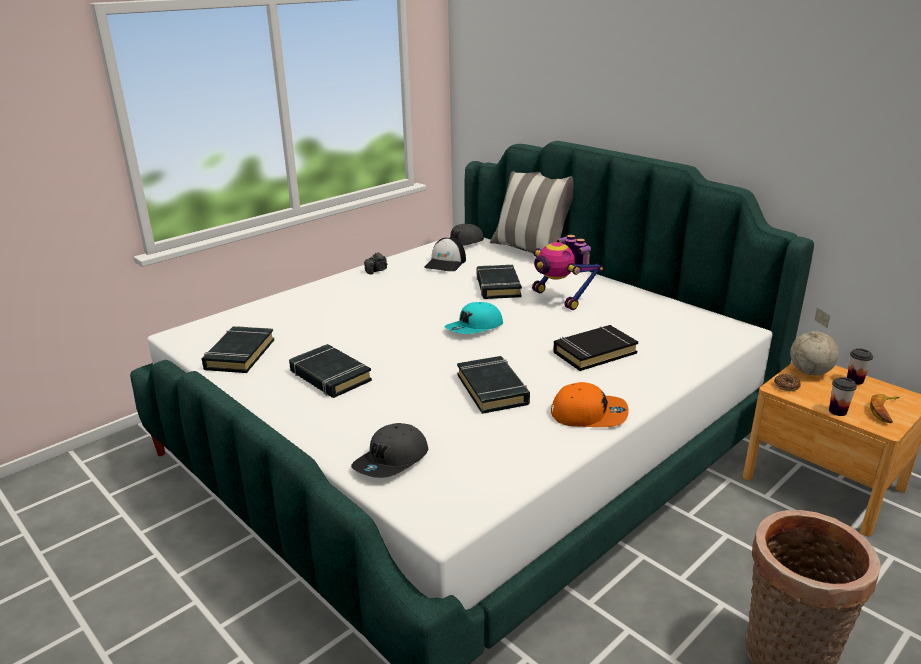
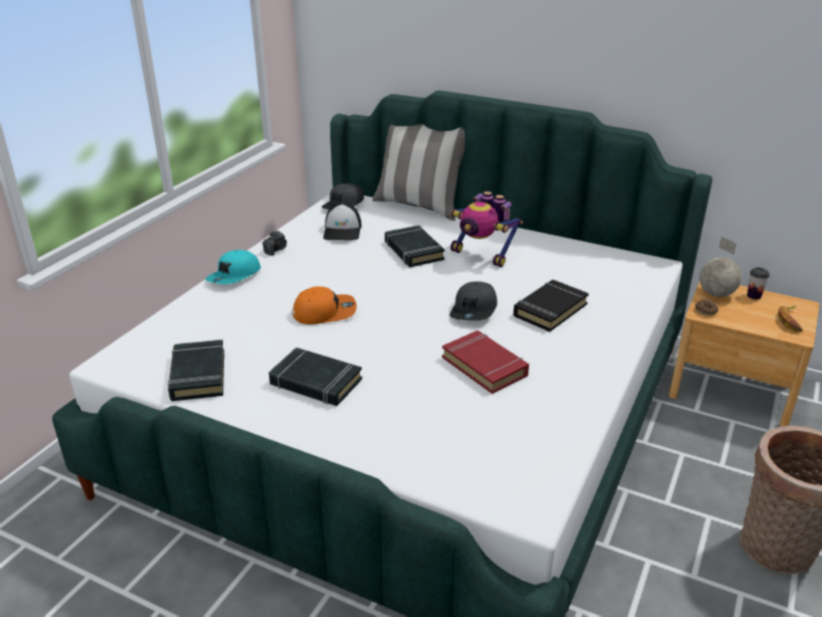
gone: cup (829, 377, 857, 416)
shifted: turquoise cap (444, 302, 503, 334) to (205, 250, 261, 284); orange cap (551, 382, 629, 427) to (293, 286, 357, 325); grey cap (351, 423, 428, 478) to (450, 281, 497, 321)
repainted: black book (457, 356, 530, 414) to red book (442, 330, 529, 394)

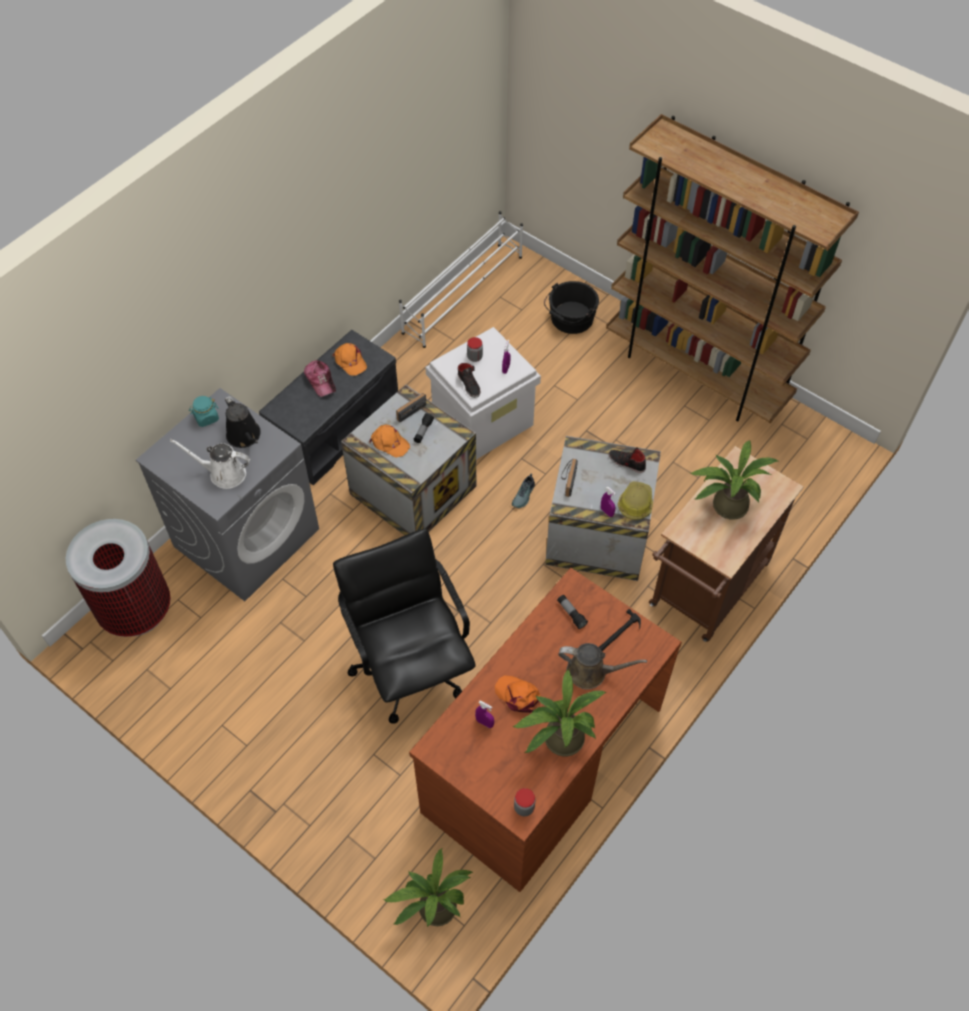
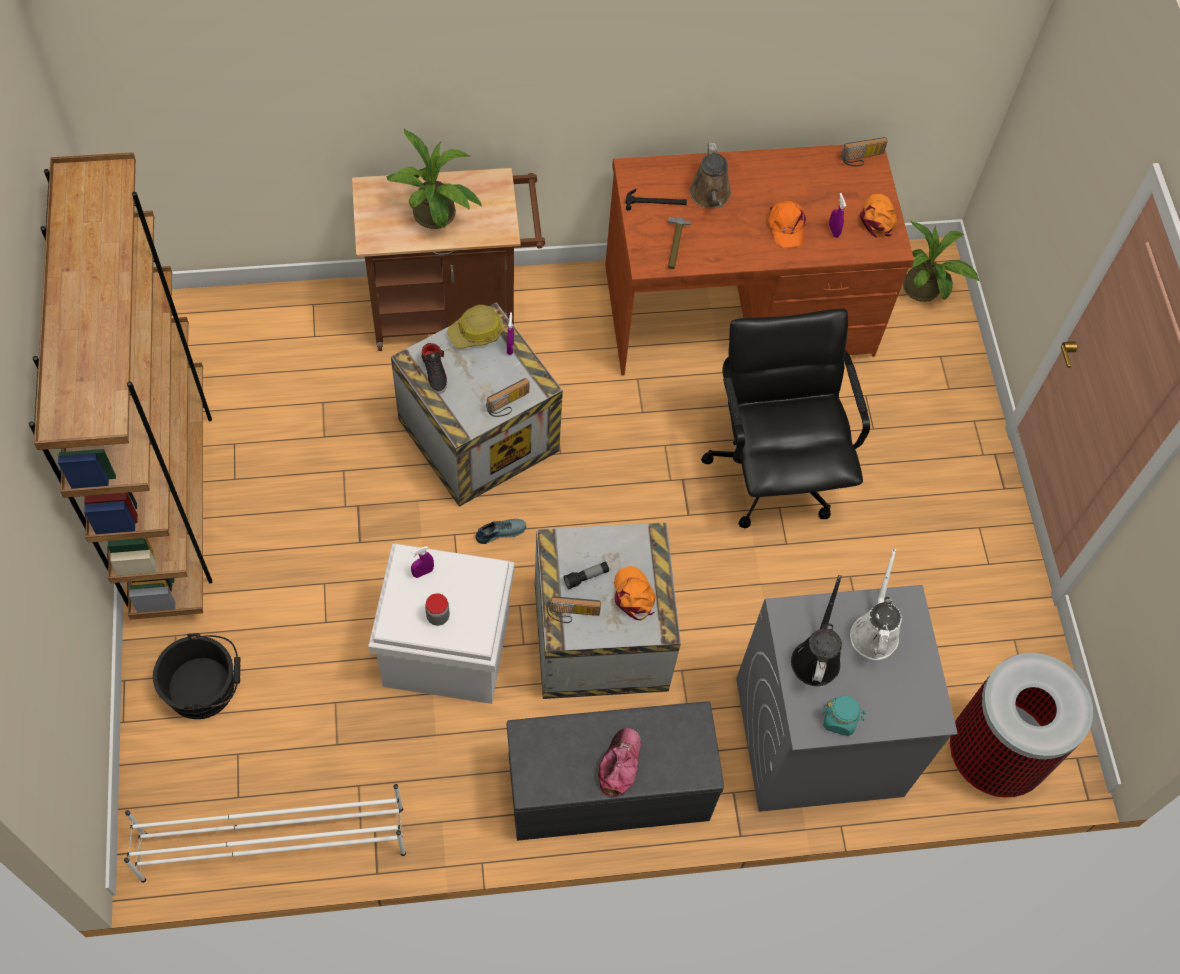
gone: black shoe (458, 363, 480, 398); potted plant (512, 669, 607, 756)
shifted: orange cap (332, 343, 367, 376) to (860, 194, 897, 238)
swapped: flashlight (557, 595, 588, 629) to hammer (668, 217, 692, 269); jar (514, 788, 535, 816) to radio (841, 137, 888, 166)
rotated: white watering can (170, 439, 250, 489) = (850, 549, 902, 660) 135 degrees counterclockwise; black office chair (333, 529, 476, 724) = (701, 308, 870, 528) 150 degrees clockwise; brown watering can (558, 643, 647, 689) = (689, 143, 731, 208) 150 degrees counterclockwise

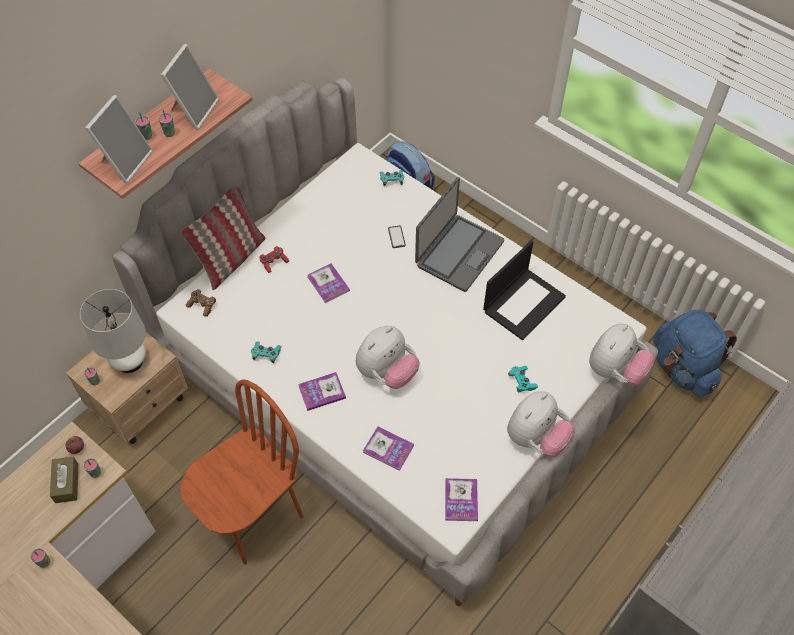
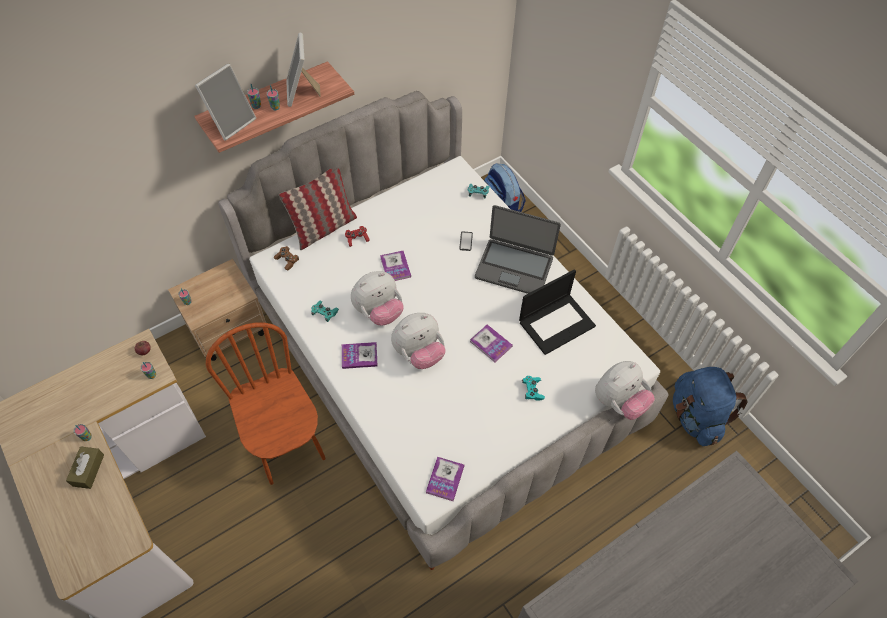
gone: white table lamp (80, 289, 146, 373)
shifted: plush toy (507, 391, 575, 458) to (351, 271, 404, 325); book (363, 426, 414, 471) to (470, 325, 513, 362); brown tissue box (50, 457, 78, 503) to (66, 446, 104, 489)
rotated: picture frame (161, 44, 219, 130) = (286, 33, 321, 107) 135 degrees clockwise; laptop (415, 177, 504, 292) = (475, 205, 561, 294) 60 degrees clockwise; brown chair (180, 380, 303, 565) = (206, 323, 326, 485) 90 degrees counterclockwise

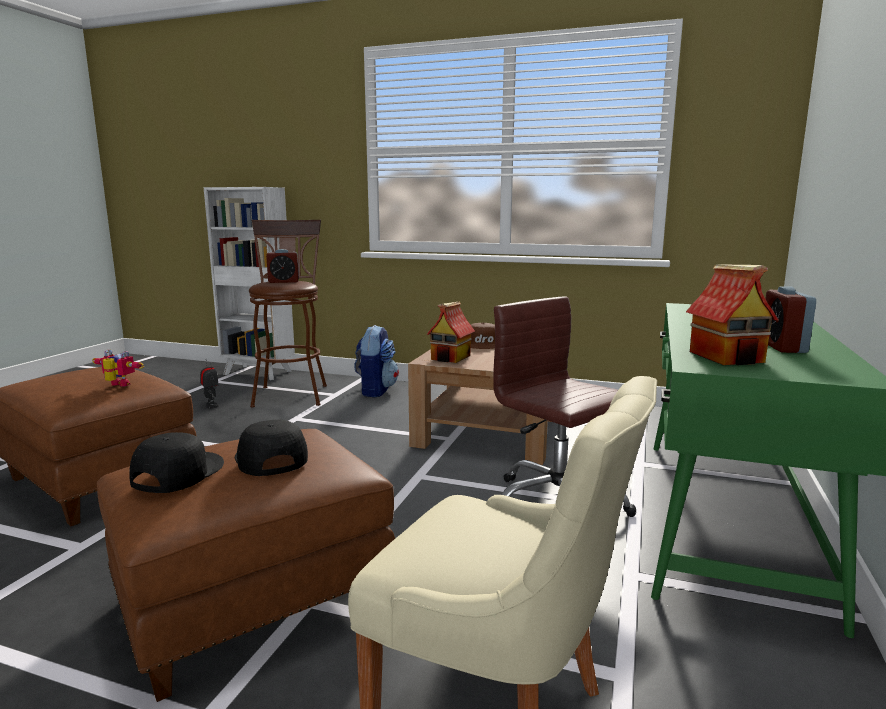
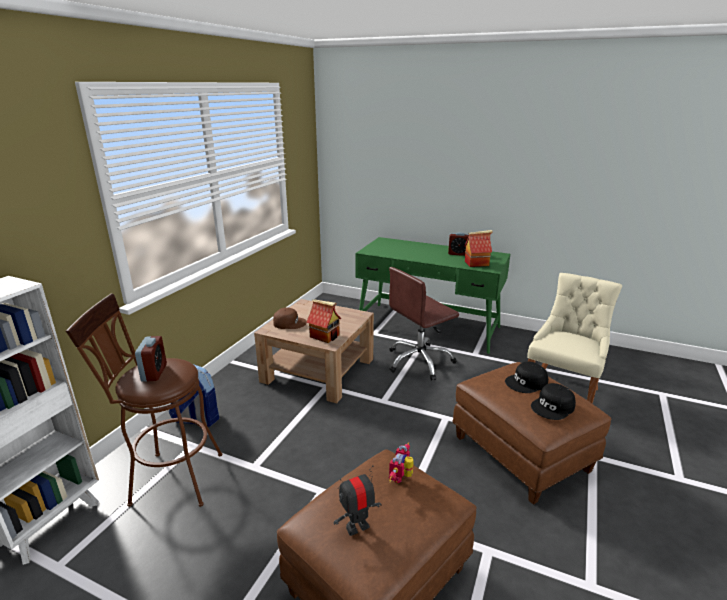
shifted: toy robot (200, 359, 219, 409) to (333, 465, 382, 536)
rotated: black cap (130, 432, 224, 493) = (531, 383, 576, 420) 60 degrees counterclockwise

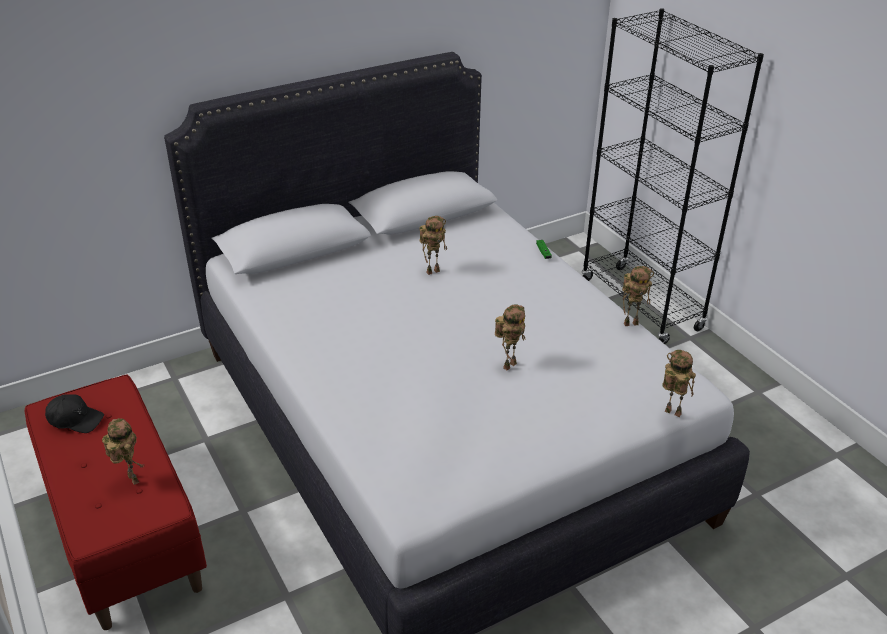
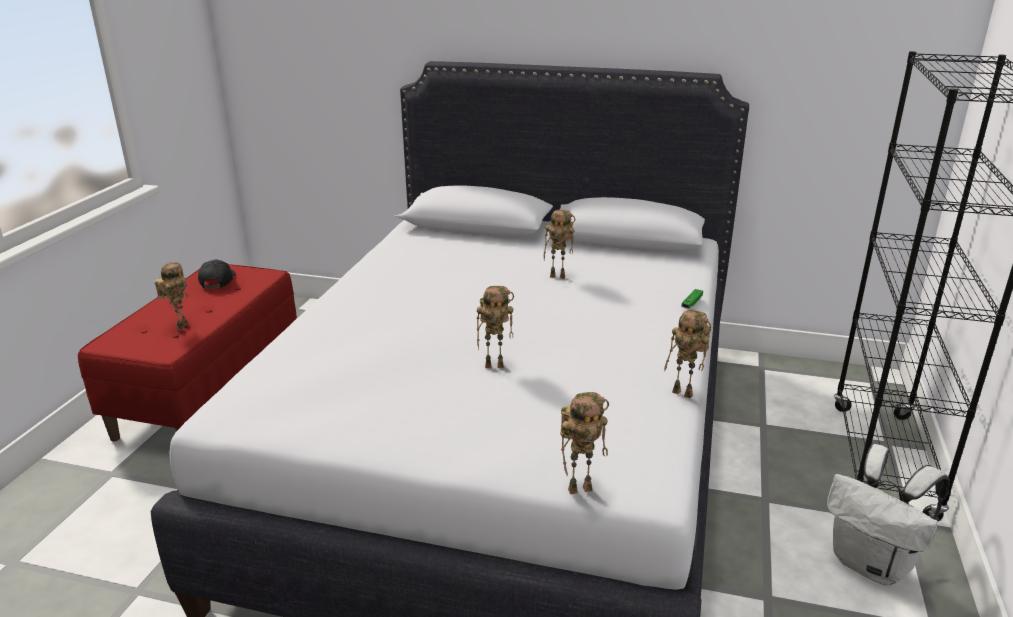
new: white backpack (827, 444, 950, 586)
rotated: toy robot (662, 350, 696, 417) = (560, 392, 609, 494) 90 degrees clockwise; black cap (45, 394, 104, 433) = (198, 259, 236, 289) 150 degrees counterclockwise

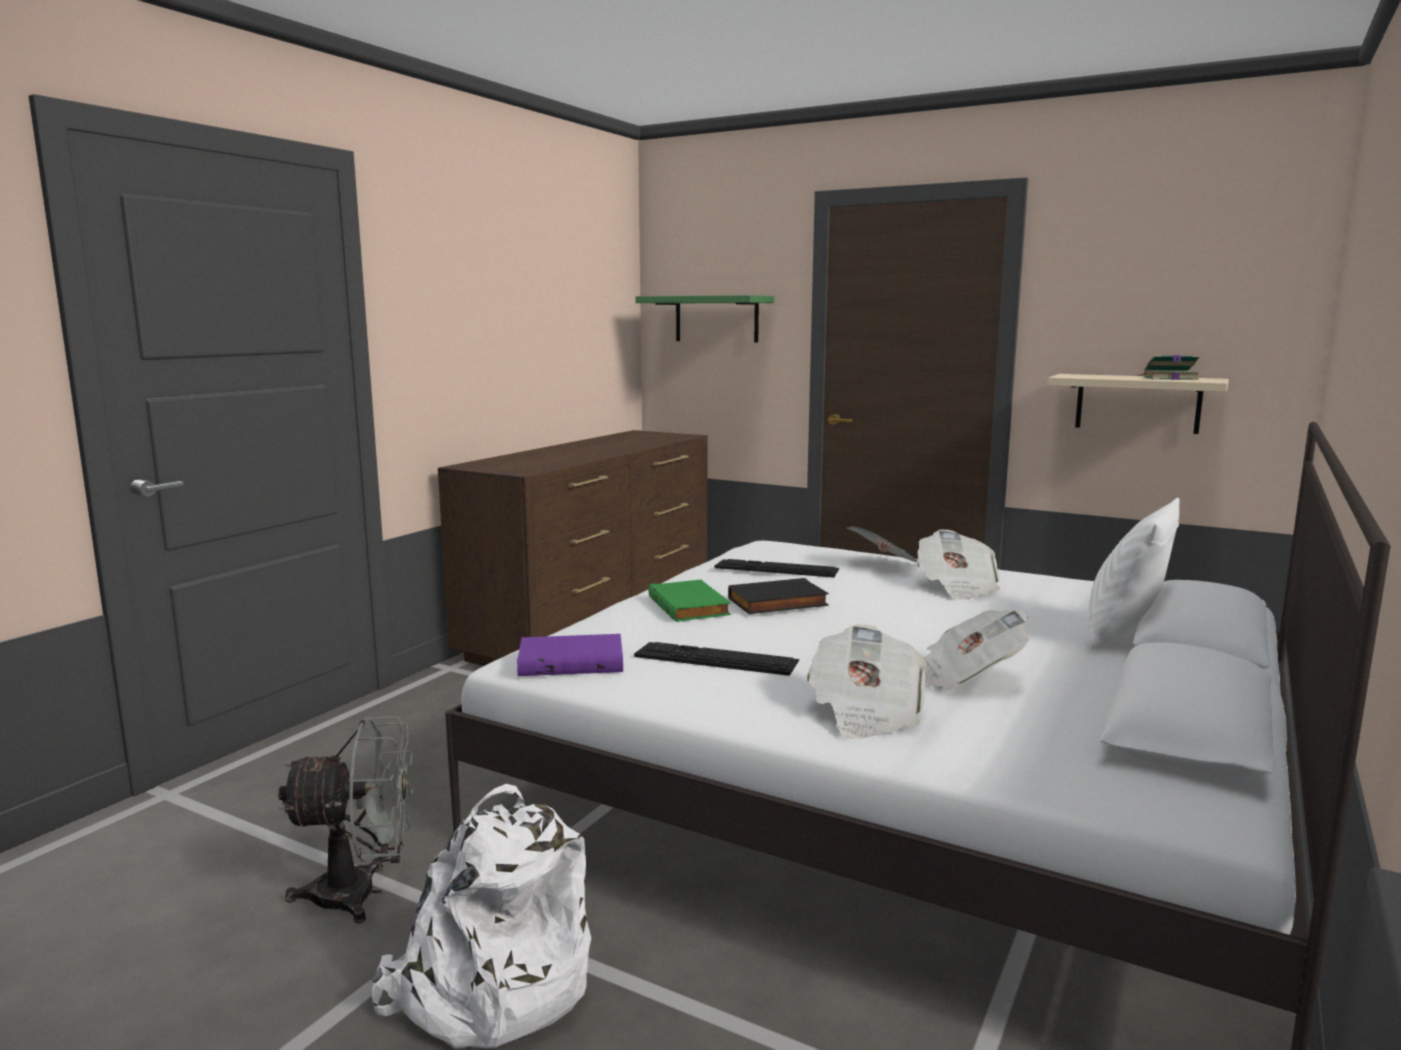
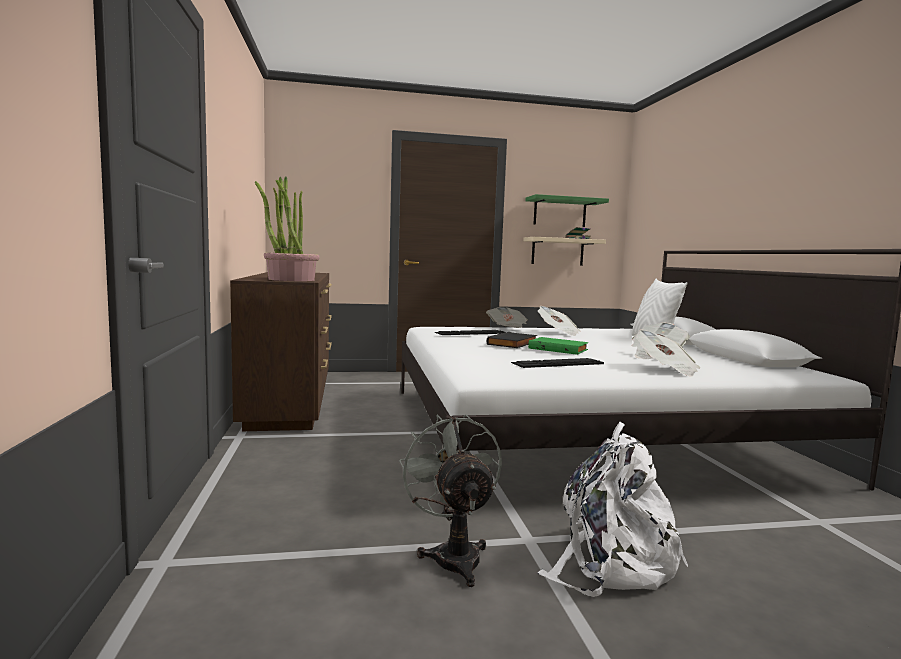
gone: purple book (517, 634, 623, 676)
new: potted plant (255, 177, 320, 281)
shifted: green shelf (635, 295, 774, 342) to (525, 194, 609, 227); green book (649, 580, 731, 622) to (528, 337, 589, 355)
rotated: grey fan (278, 716, 414, 923) = (399, 414, 502, 587) 60 degrees counterclockwise

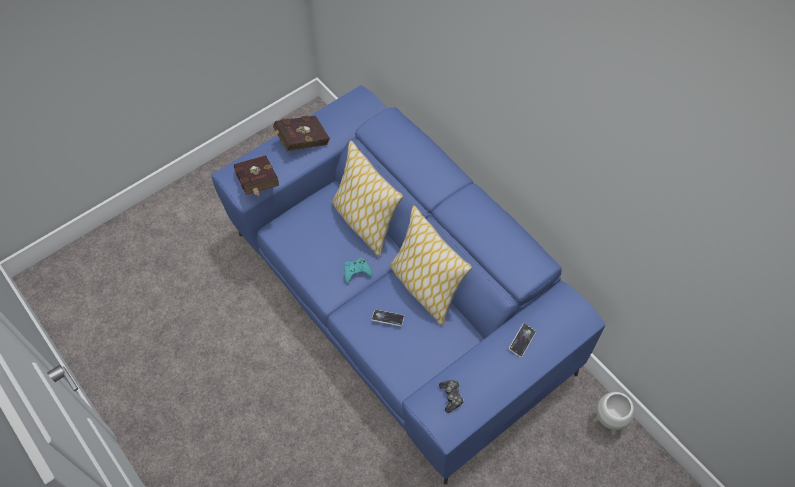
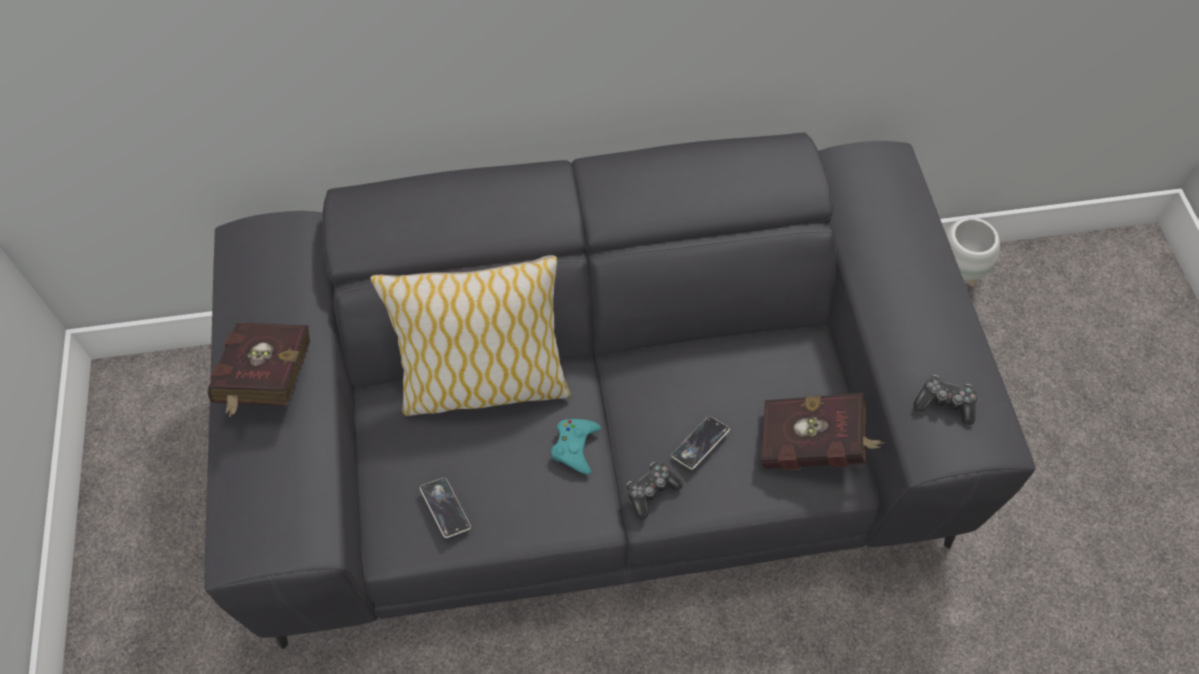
gone: pillow (390, 206, 472, 326)
new: game controller (627, 462, 683, 519)
shifted: red book (234, 155, 279, 197) to (761, 393, 885, 470); phone (509, 323, 536, 357) to (420, 478, 471, 538)
repainted: blue sofa (211, 85, 605, 484) to grey sofa (204, 133, 1036, 649)

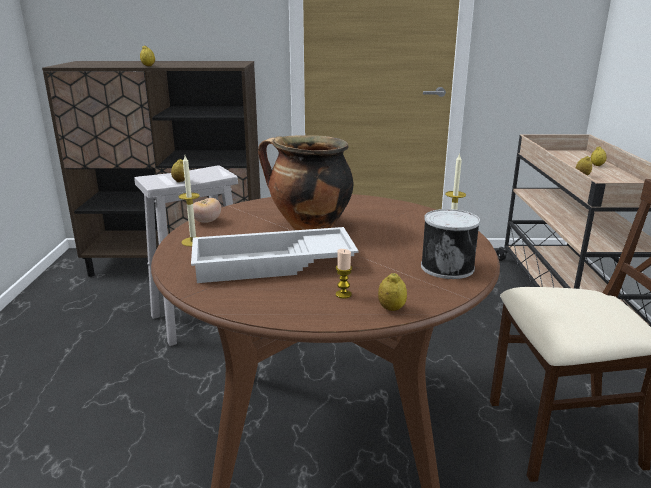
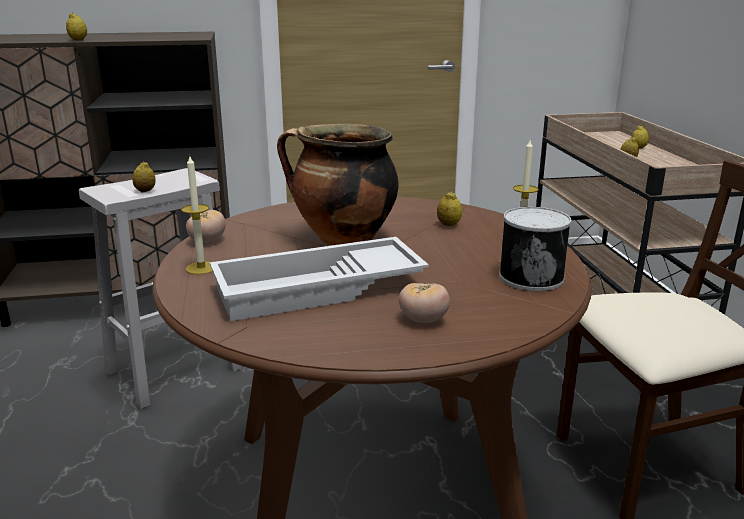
shifted: lemon (378, 273, 407, 311) to (437, 192, 462, 226)
swapped: candle (336, 249, 352, 299) to tomato (399, 283, 450, 323)

